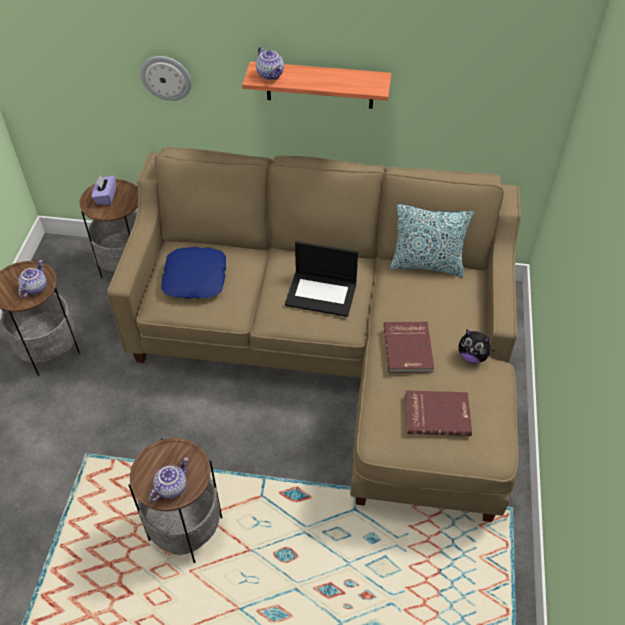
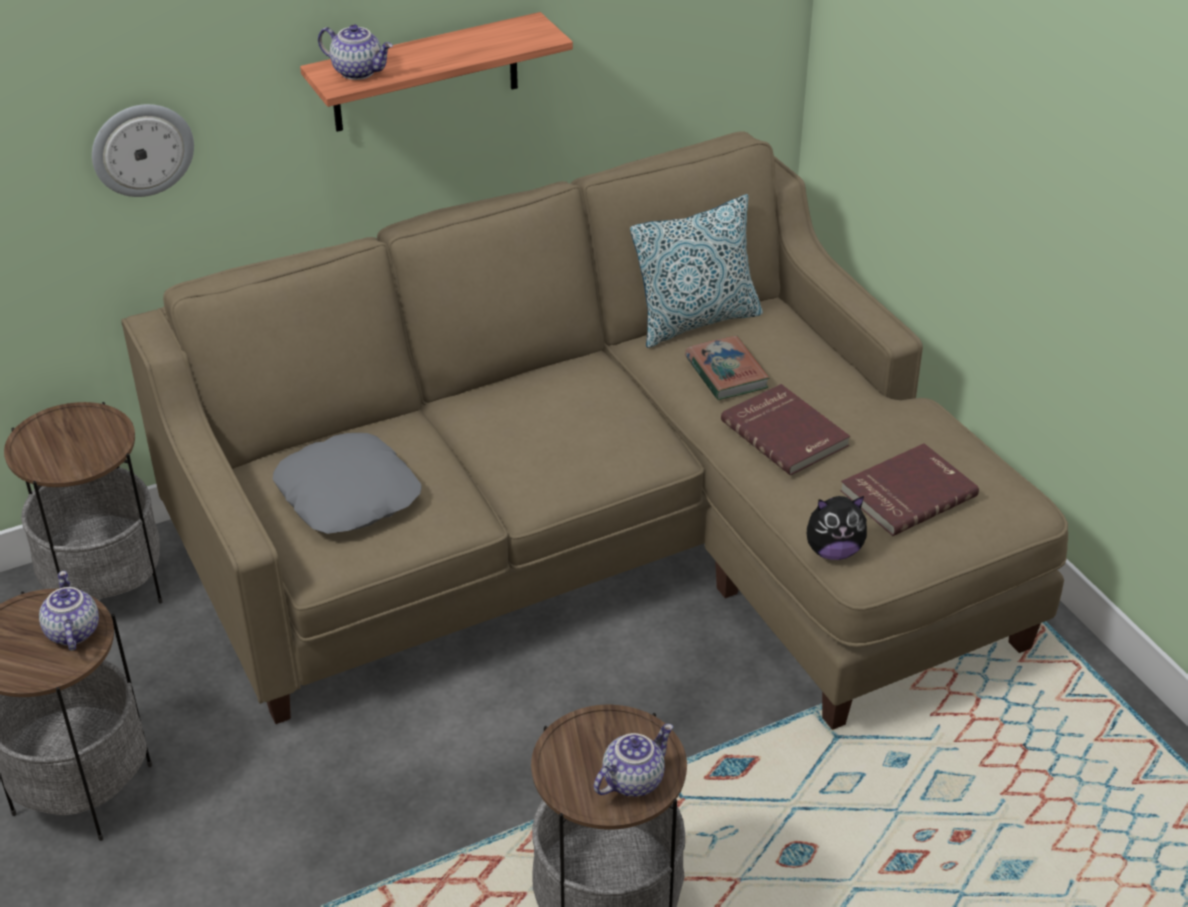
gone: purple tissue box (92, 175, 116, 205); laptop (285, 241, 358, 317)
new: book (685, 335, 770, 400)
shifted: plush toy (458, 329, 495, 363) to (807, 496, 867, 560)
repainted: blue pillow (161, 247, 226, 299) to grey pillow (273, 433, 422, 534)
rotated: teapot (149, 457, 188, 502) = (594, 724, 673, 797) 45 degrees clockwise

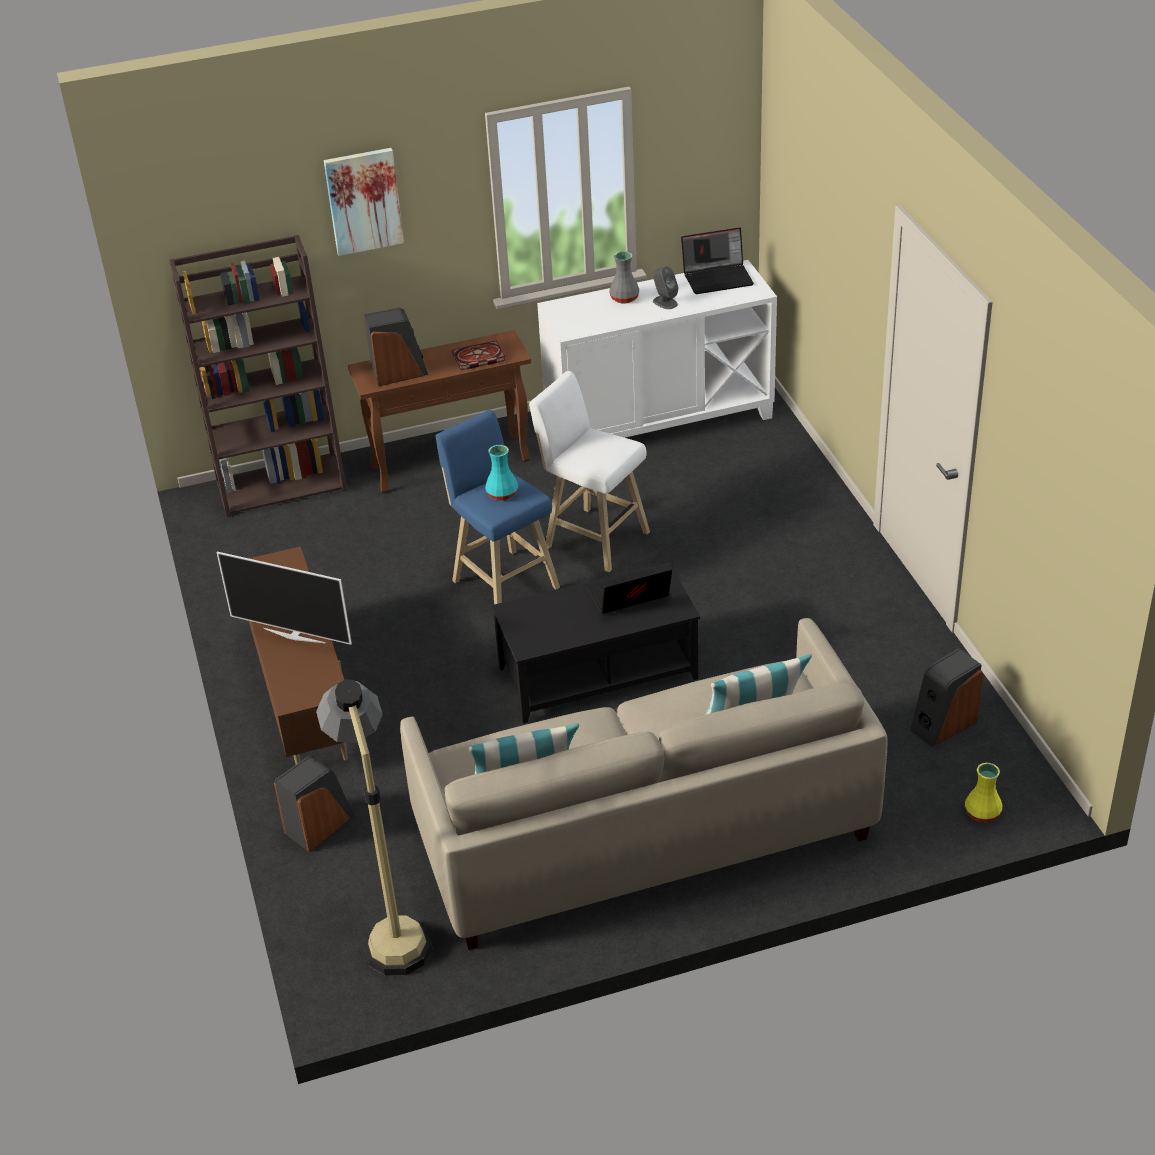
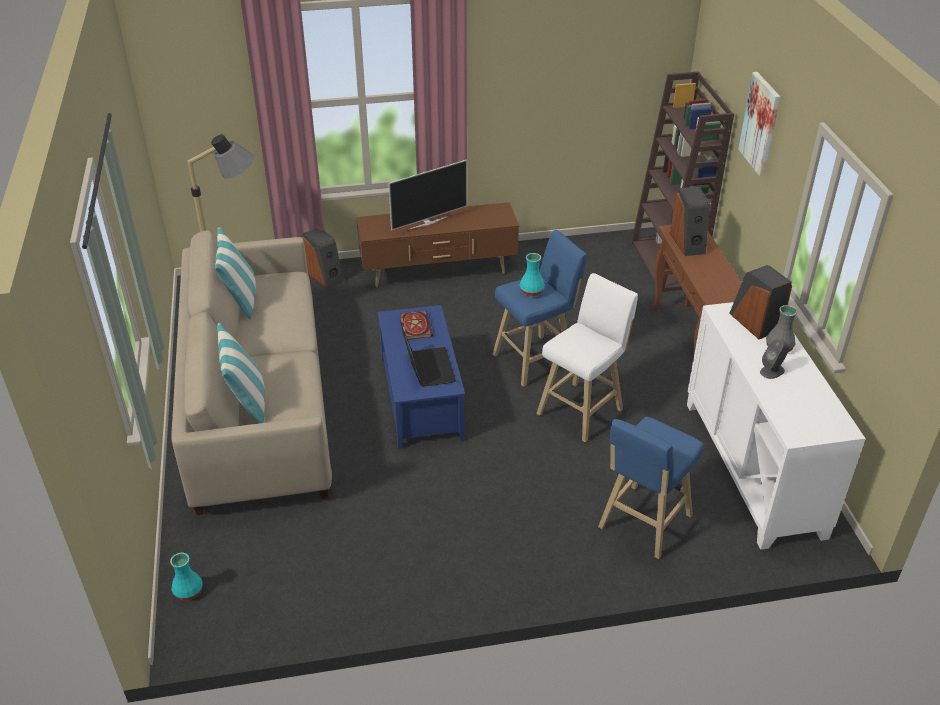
gone: laptop (681, 227, 754, 294)
new: blue stool (598, 417, 704, 559)
shifted: book (452, 340, 506, 370) to (400, 311, 433, 340); speaker (910, 648, 983, 747) to (729, 265, 792, 339)
repainted: black coffee table (492, 563, 700, 724) to blue coffee table (378, 305, 465, 449); yellow vase (965, 763, 1002, 822) to turquoise vase (170, 553, 203, 600)
rotated: television (216, 552, 352, 645) = (388, 160, 467, 231) 150 degrees counterclockwise

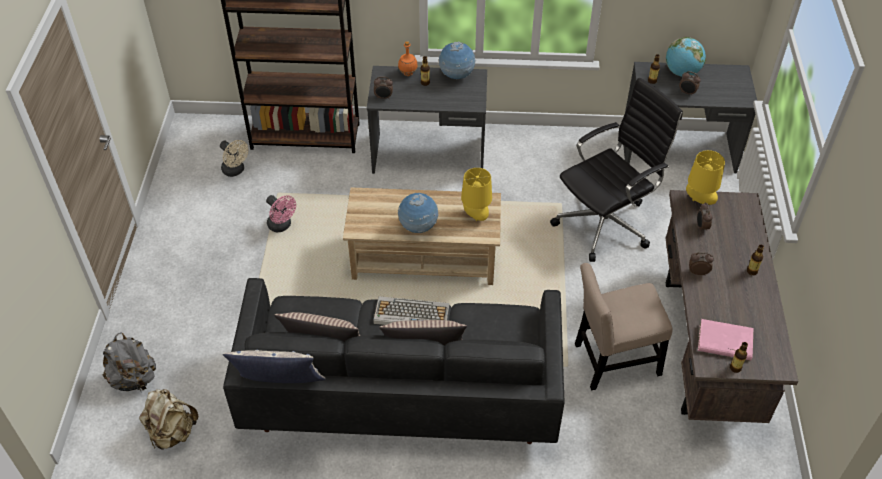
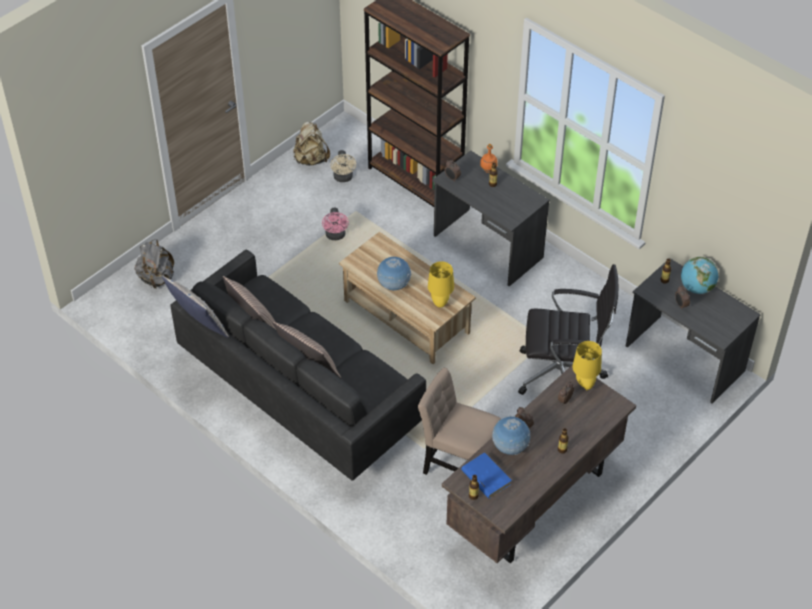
gone: keyboard (373, 296, 450, 325)
shifted: globe (439, 42, 476, 79) to (492, 415, 530, 455); beige backpack (139, 389, 198, 449) to (293, 122, 330, 166)
repainted: pink book (698, 319, 754, 360) to blue book (461, 452, 512, 499)

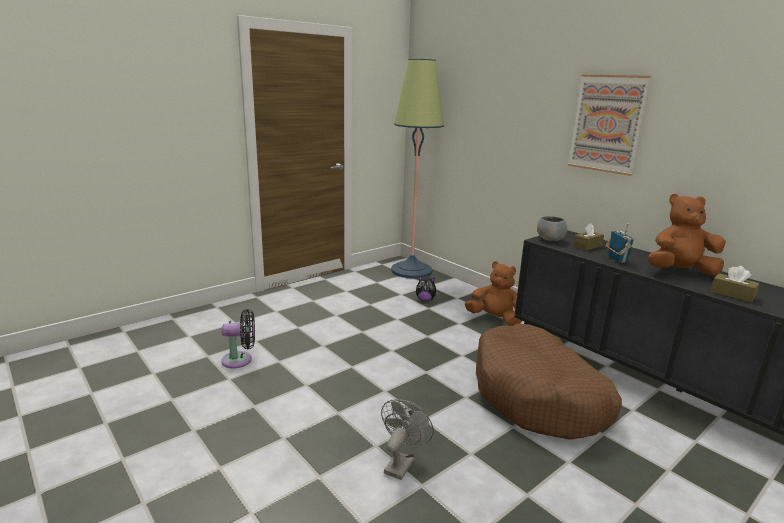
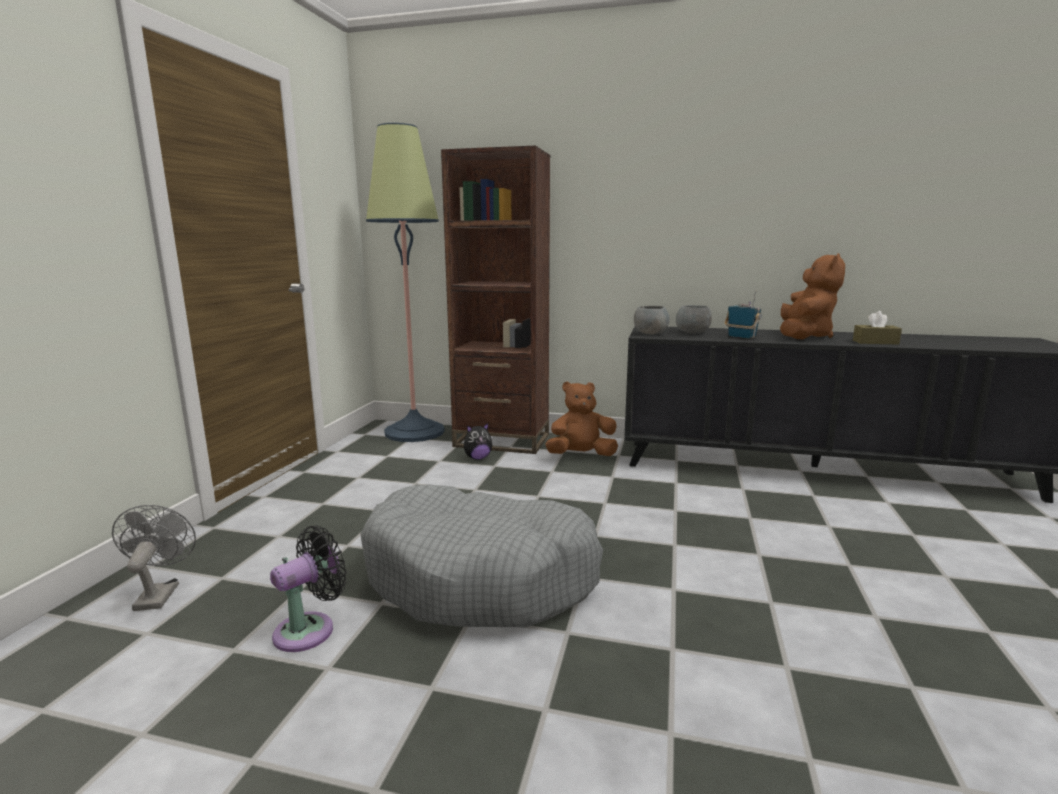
gone: picture (568, 74, 651, 176); brown dog bed (476, 323, 622, 440)
new: brown bookcase (441, 145, 550, 454); grey dog bed (360, 485, 603, 627)
shifted: grey fan (381, 399, 434, 480) to (112, 505, 196, 611)
swapped: brown tissue box (573, 223, 604, 250) to grey bowl (676, 305, 712, 334)
rotated: brown plush toy (648, 194, 726, 276) = (780, 253, 845, 339) 150 degrees clockwise

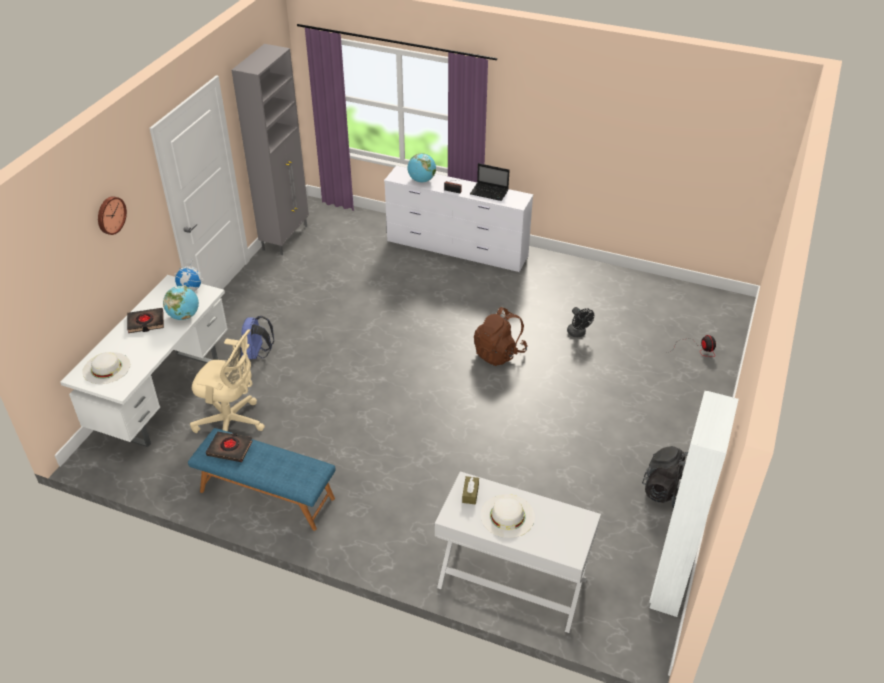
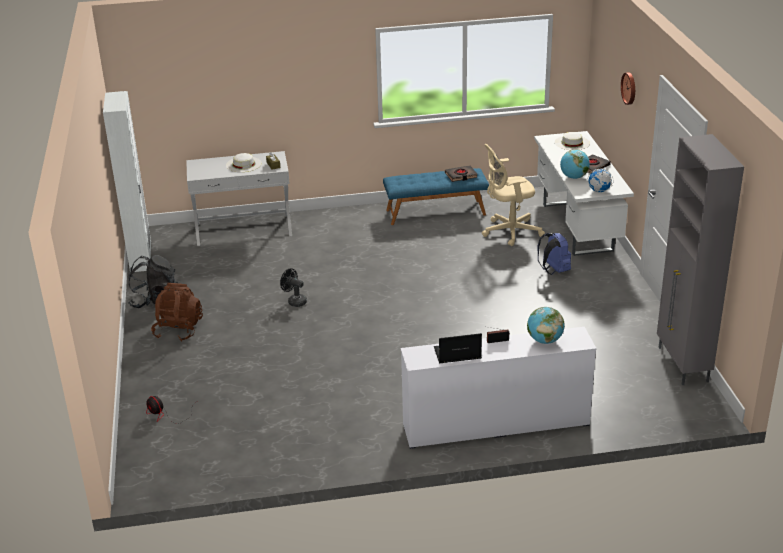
shifted: brown backpack (474, 307, 527, 366) to (151, 283, 203, 341); black fan (567, 307, 594, 337) to (280, 268, 307, 307)

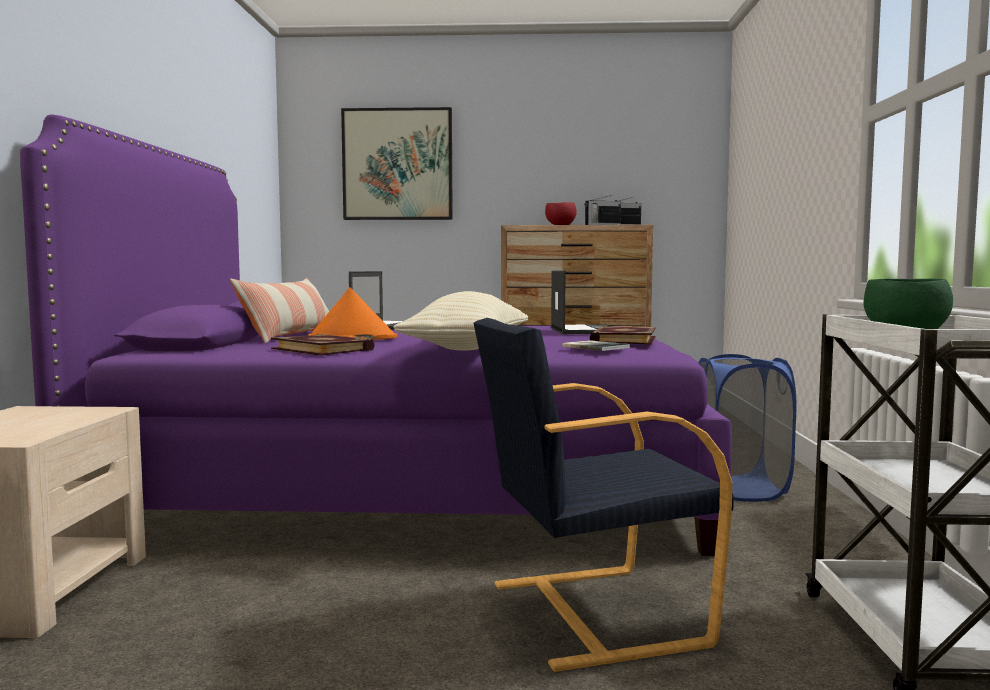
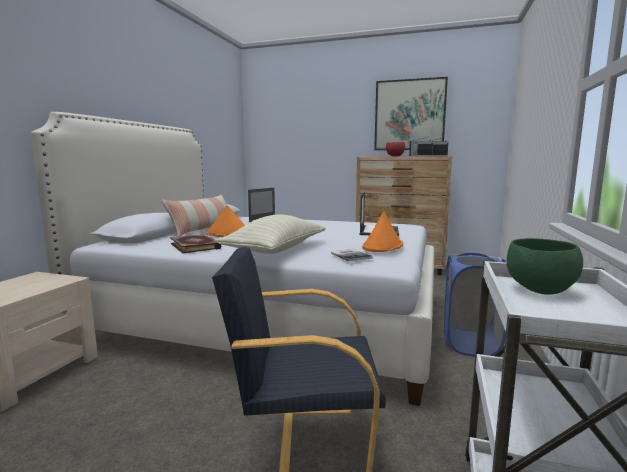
shifted: picture (341, 107, 453, 220) to (374, 77, 448, 150)
swapped: book (590, 326, 656, 345) to orange hat (362, 211, 403, 252)
repainted: purple bed (20, 115, 732, 556) to white bed (31, 112, 434, 406)

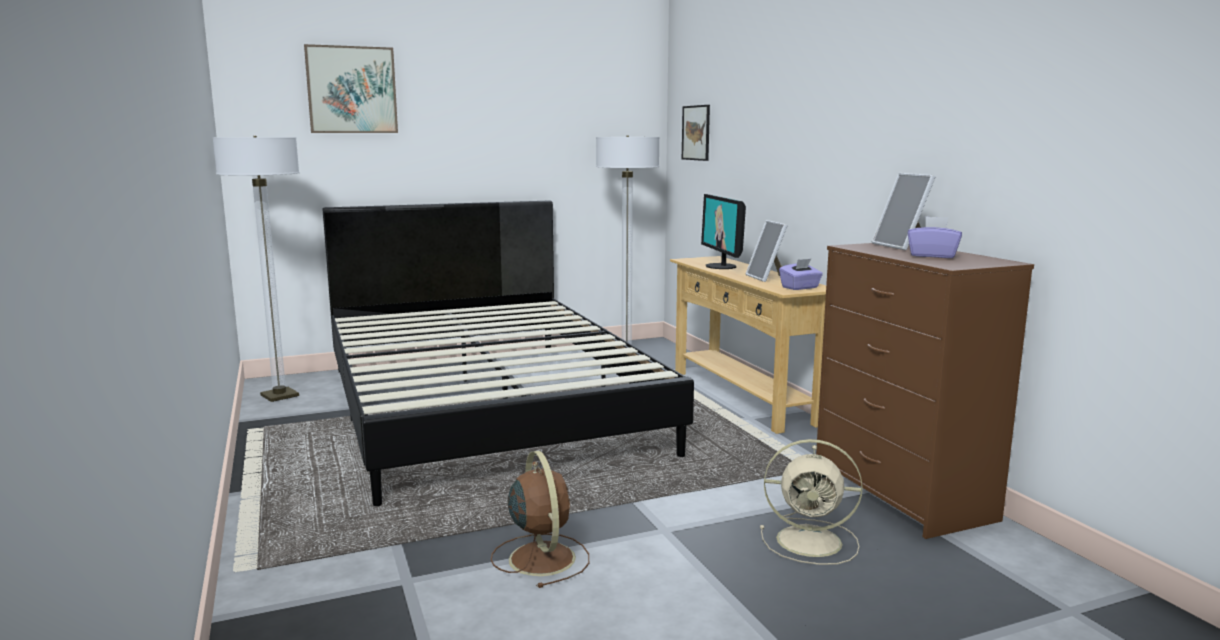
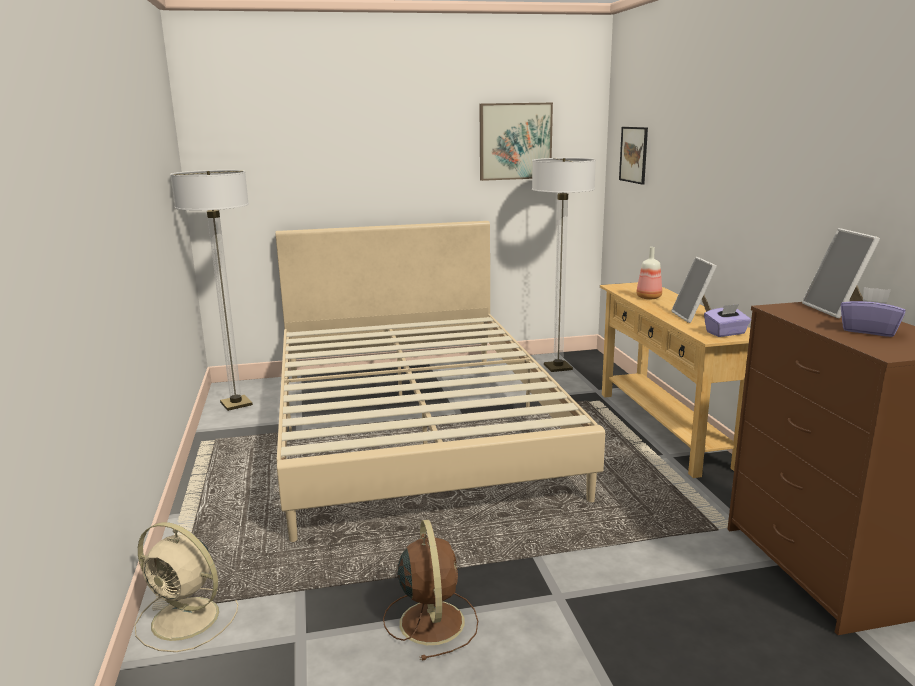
shifted: picture (304, 44, 398, 133) to (479, 103, 553, 181); beige fan (760, 439, 863, 565) to (134, 522, 238, 652)
swapped: monitor (701, 194, 746, 269) to bottle (636, 247, 662, 299)
repainted: black bed (322, 200, 694, 506) to beige bed (275, 221, 605, 542)

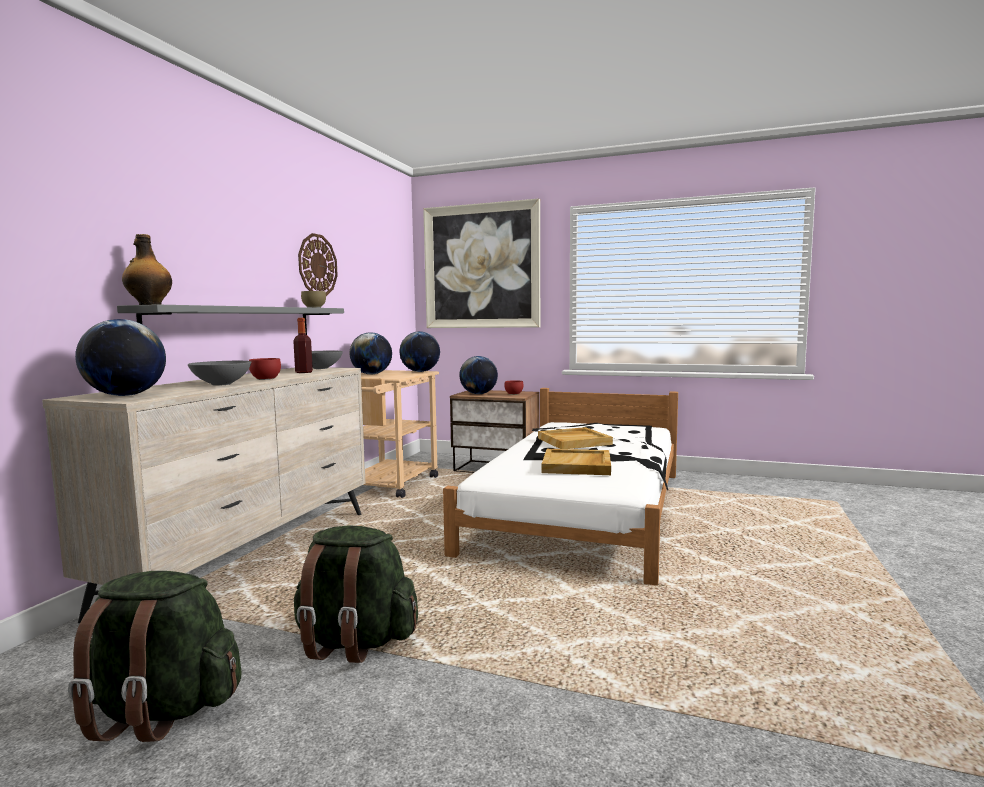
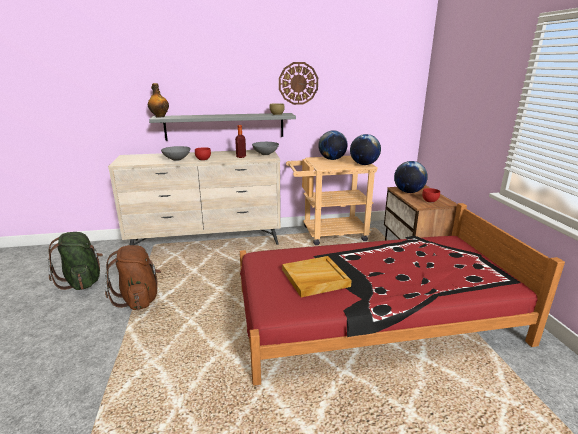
gone: picture (423, 198, 540, 328); globe (75, 319, 166, 396); beige tray (538, 427, 613, 449)
repainted: white bed (443, 388, 678, 586) to red bed (240, 203, 565, 386); green backpack (294, 525, 418, 663) to brown backpack (105, 245, 161, 310)

